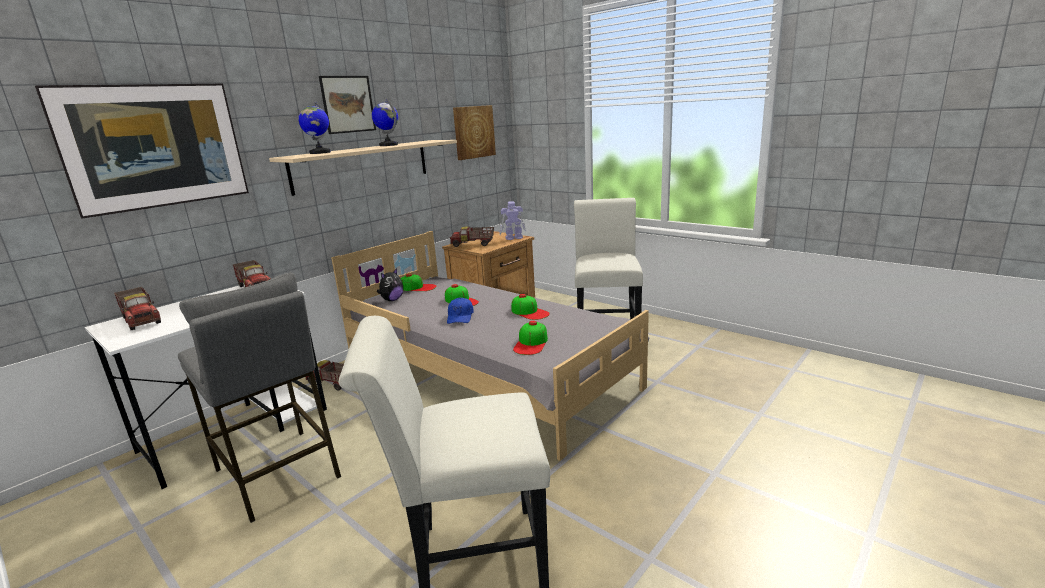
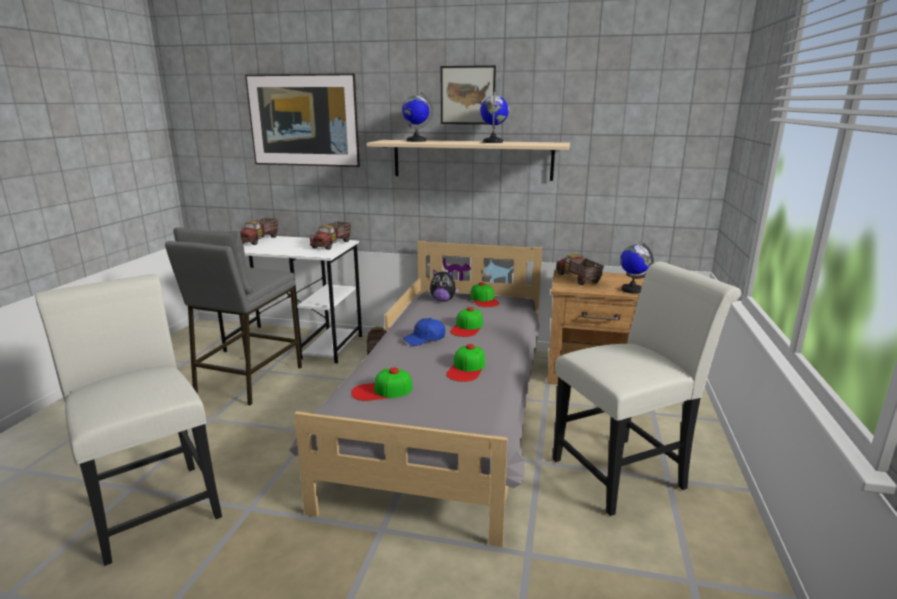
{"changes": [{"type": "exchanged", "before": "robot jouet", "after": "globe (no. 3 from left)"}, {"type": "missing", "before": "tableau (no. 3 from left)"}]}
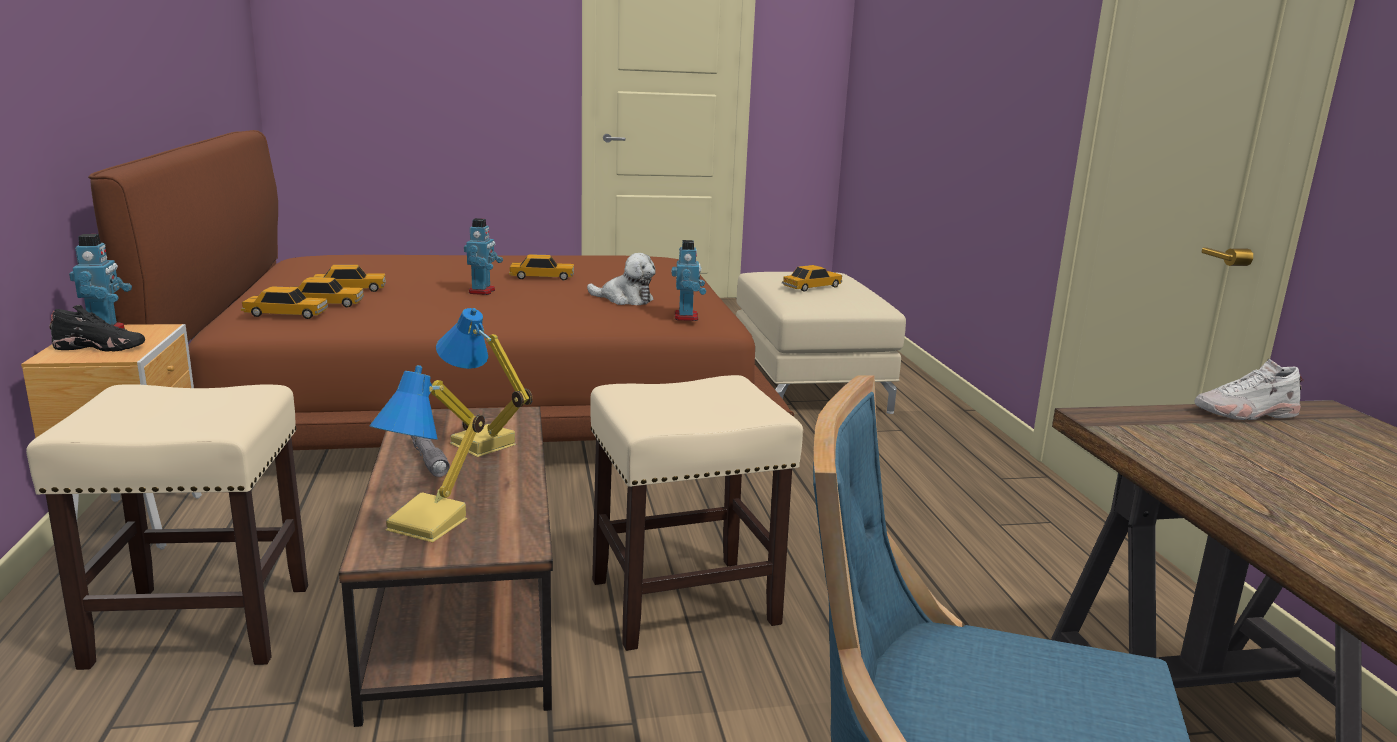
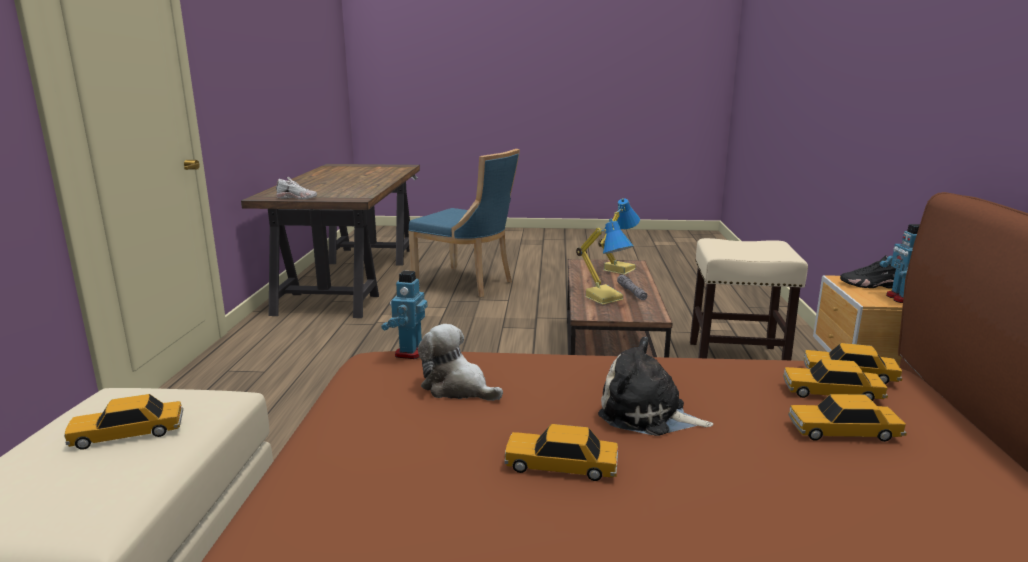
{"changes": [{"type": "exchanged", "before": "robot jouet (no. 2 from left)", "after": "peluche (no. 2 from left)"}, {"type": "missing", "before": "tabouret (beige) (no. 2 from left)"}]}
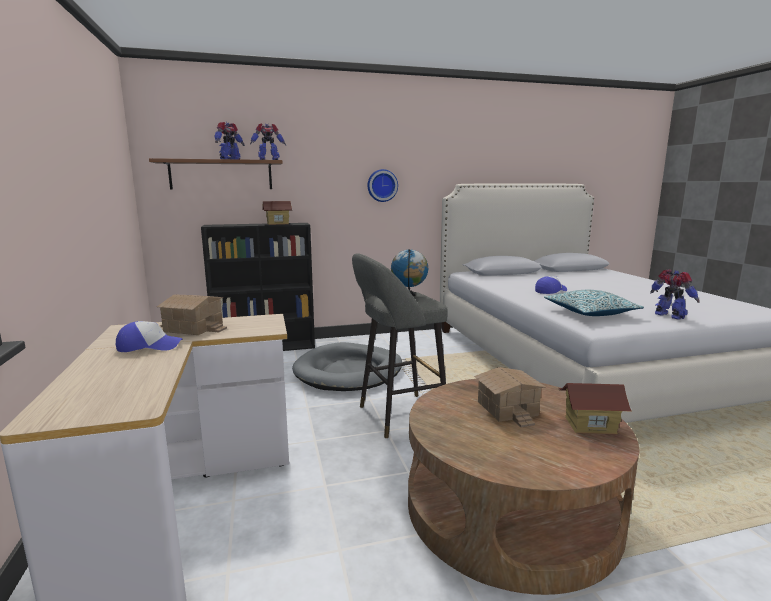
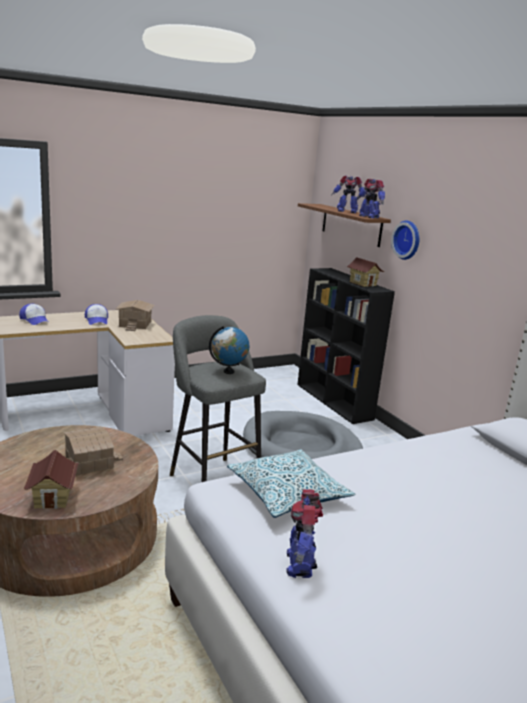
{"changes": [{"type": "relocated", "before": "casquette (no. 2 from left in the first image)", "after": "casquette (no. 1 from left)"}, {"type": "spun", "before": "robot jouet (no. 3 from left in the first image)", "turn": 135}, {"type": "relocated", "before": "horloge murale"}]}
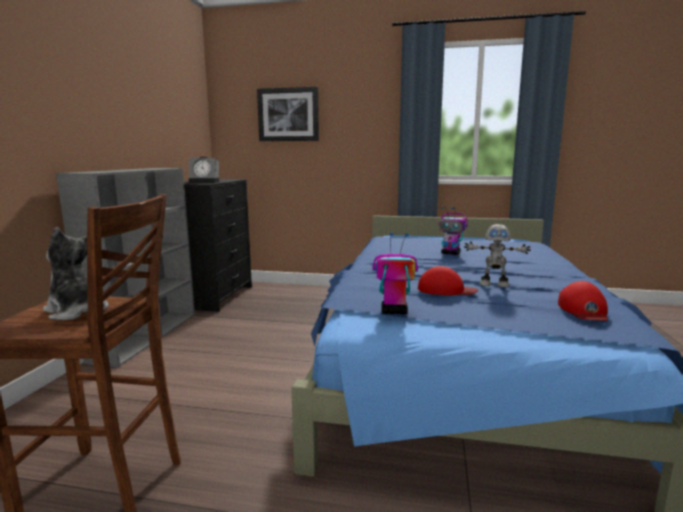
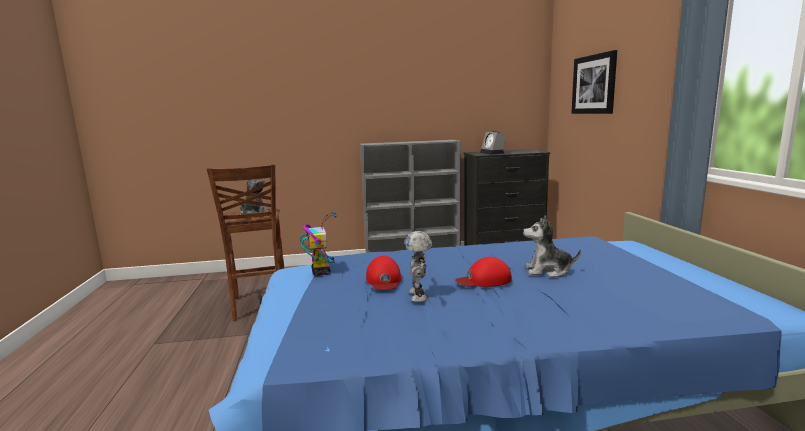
{"changes": [{"type": "relocated", "before": "casquette (rouge) (no. 2 from left)"}, {"type": "exchanged", "before": "robot jouet (no. 2 from left)", "after": "peluche (no. 2 from left)"}]}
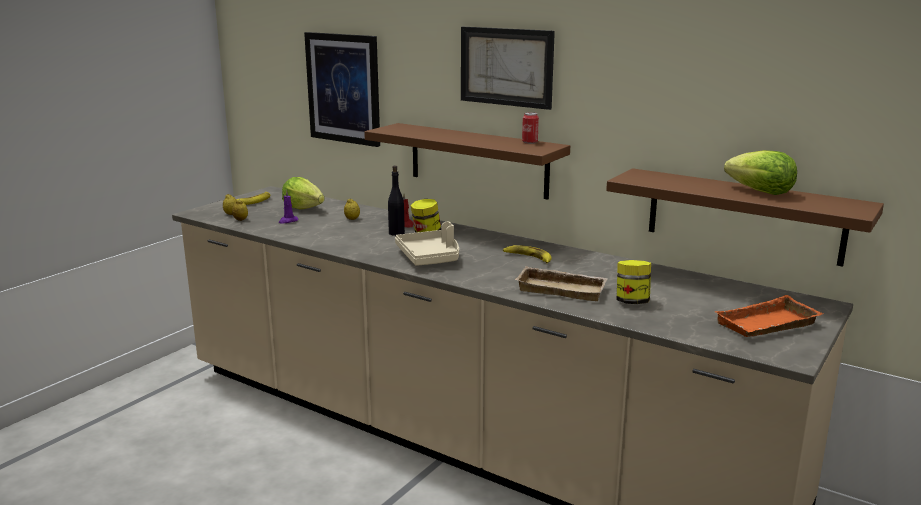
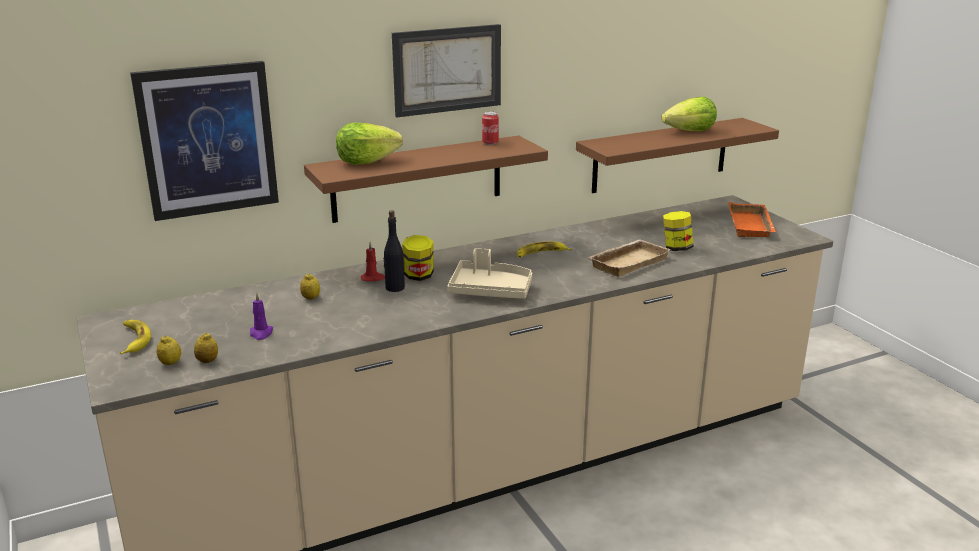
{"changes": [{"type": "relocated", "before": "laitue (no. 1 from left)"}]}
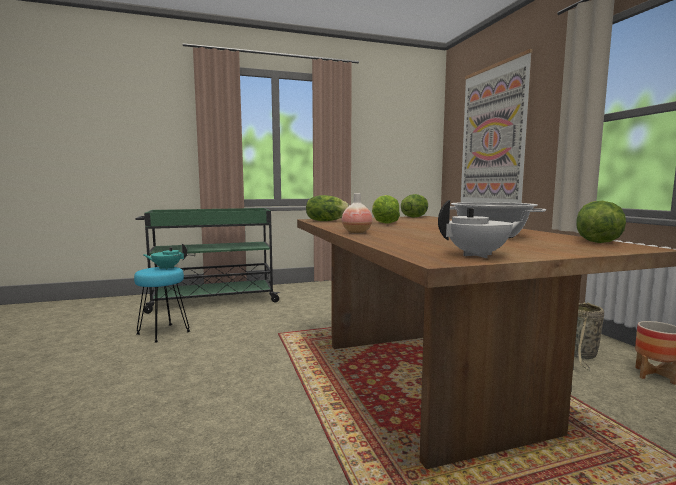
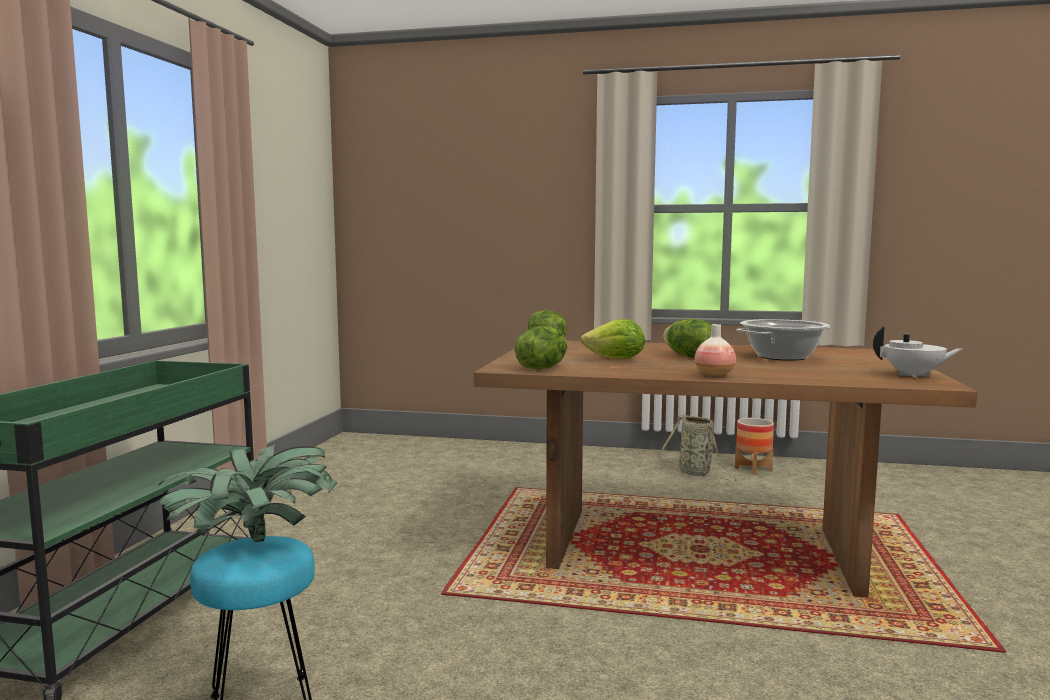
{"changes": [{"type": "exchanged", "before": "théière (turquoise)", "after": "plante en pot"}, {"type": "relocated", "before": "laitue (no. 4 from left)"}, {"type": "spun", "before": "théière (blanc)", "turn": 90}, {"type": "missing", "before": "tableau"}]}
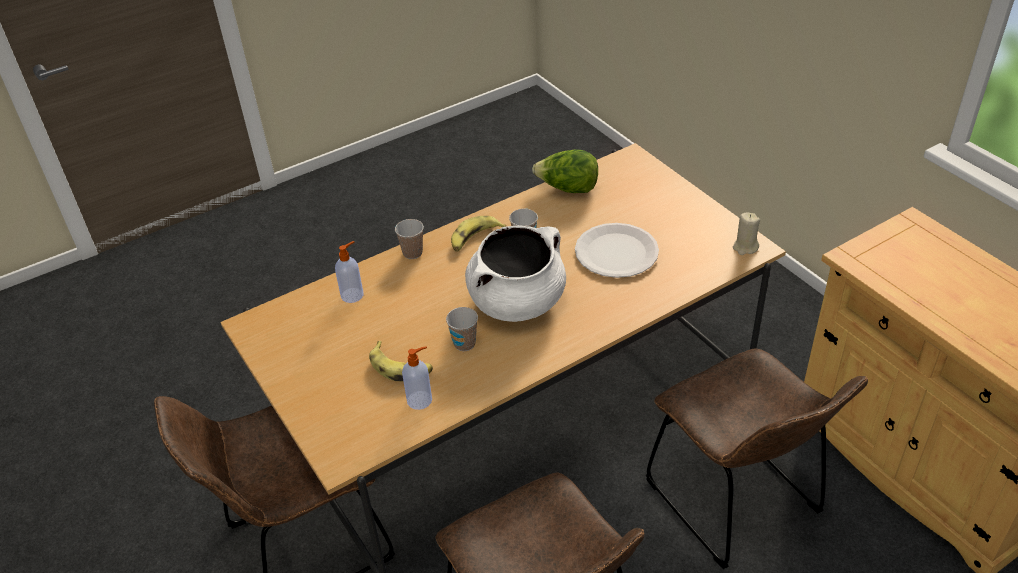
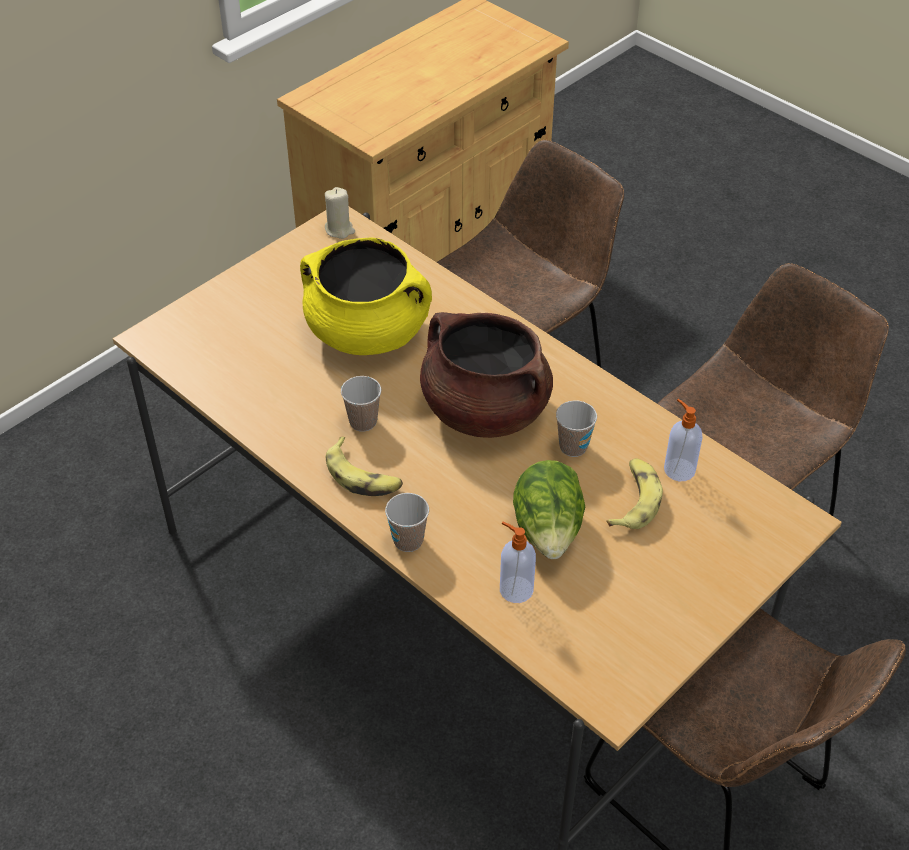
{"changes": [{"type": "exchanged", "before": "assiette (blanc)", "after": "marmite (jaune)"}, {"type": "colour", "before": "marmite (blanc)", "after": "marmite (marron)"}, {"type": "relocated", "before": "laitue"}]}
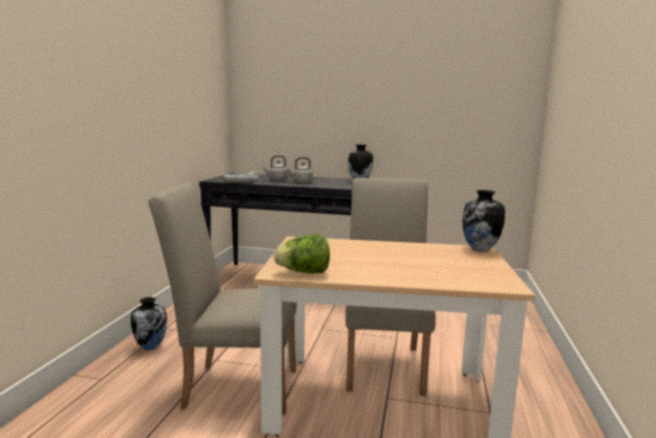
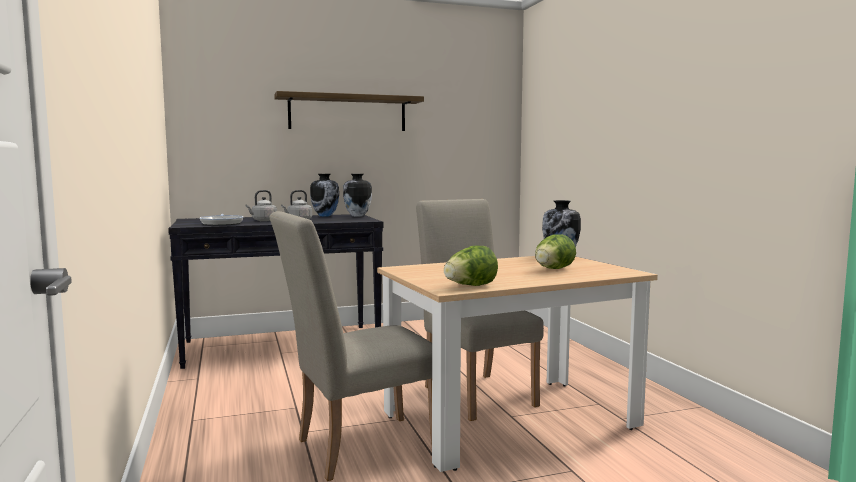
{"changes": [{"type": "appeared", "after": "étagère"}, {"type": "relocated", "before": "vase (no. 1 from left)"}, {"type": "appeared", "after": "laitue (no. 2 from left)"}]}
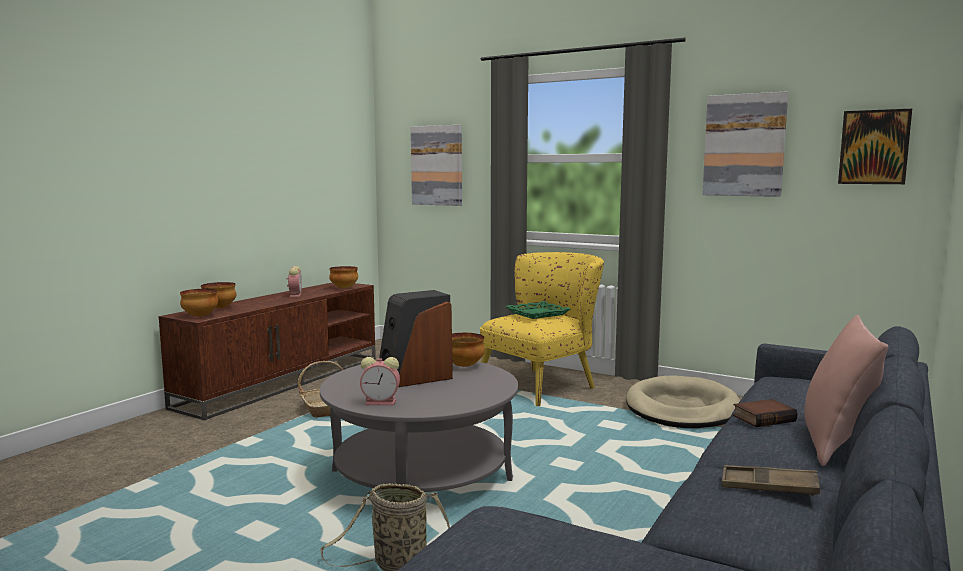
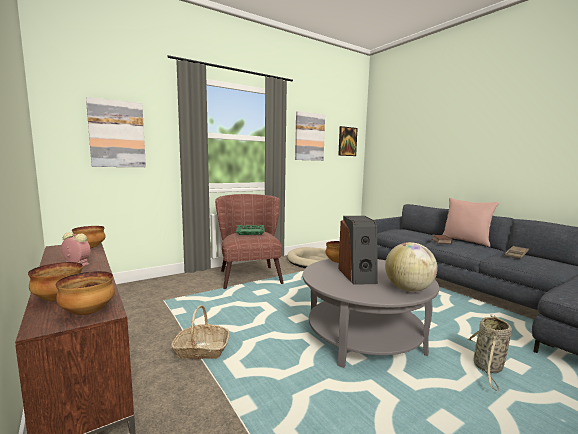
{"changes": [{"type": "colour", "before": "fauteuil (jaune)", "after": "fauteuil (marron)"}, {"type": "exchanged", "before": "réveil (no. 2 from left)", "after": "globe"}]}
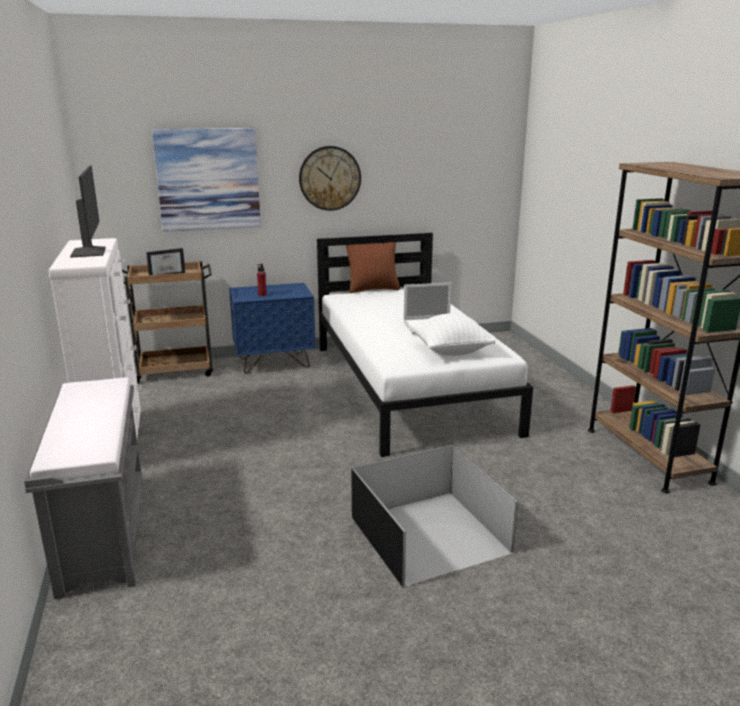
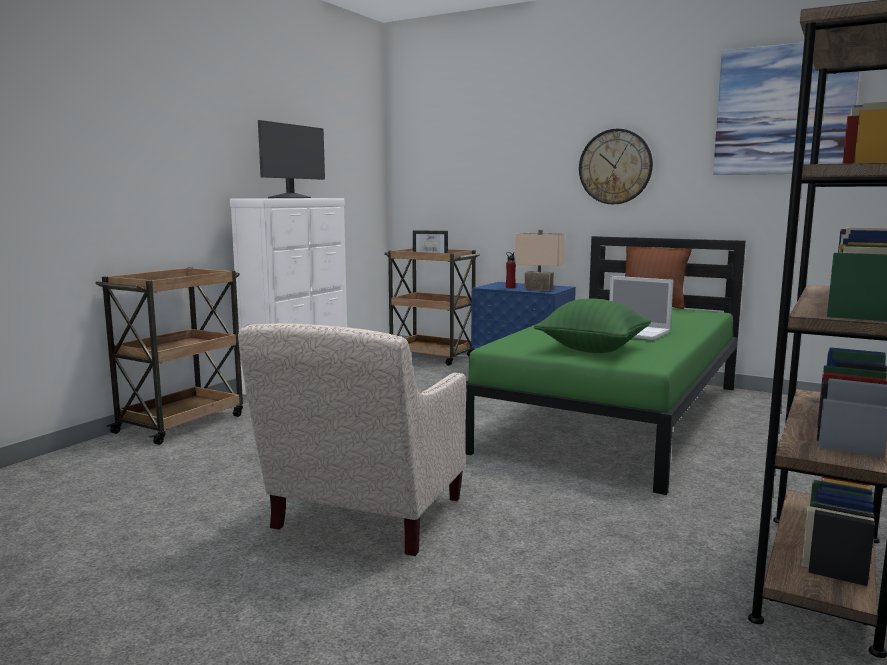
{"changes": [{"type": "exchanged", "before": "banc (gris)", "after": "chariot (marron) (no. 1 from left)"}, {"type": "exchanged", "before": "boîte de rangement (noir)", "after": "fauteuil (beige)"}, {"type": "colour", "before": "lit (blanc)", "after": "lit (vert)"}, {"type": "appeared", "after": "lampe de table (beige)"}, {"type": "colour", "before": "coussin (blanc)", "after": "coussin (vert)"}, {"type": "relocated", "before": "tableau"}]}
